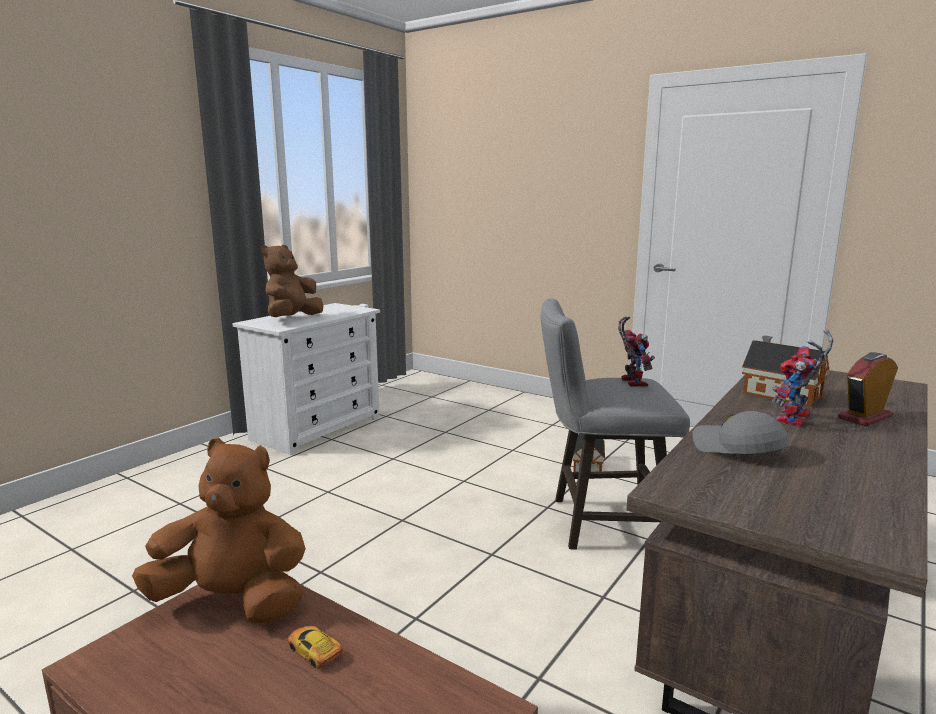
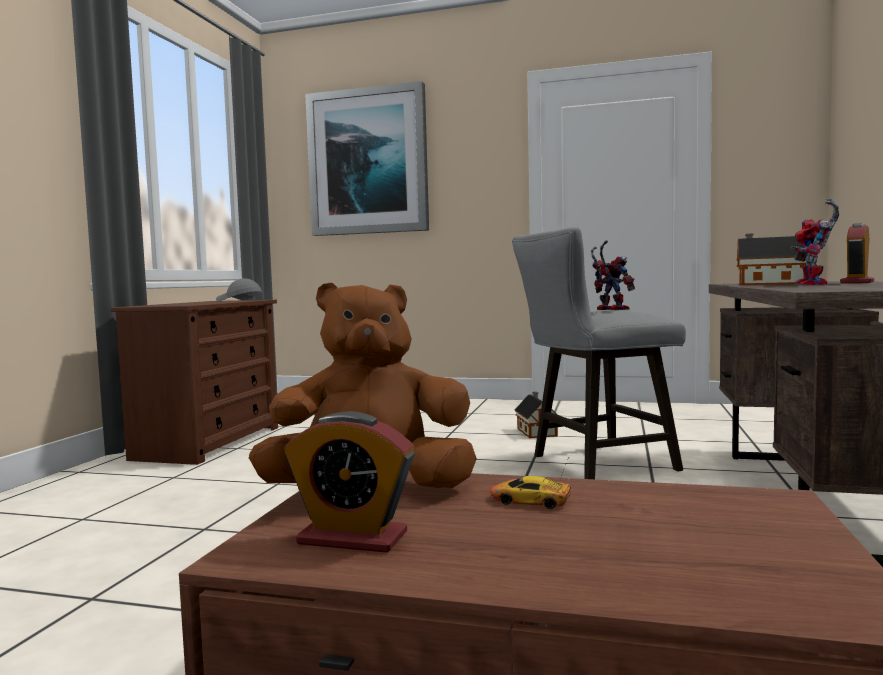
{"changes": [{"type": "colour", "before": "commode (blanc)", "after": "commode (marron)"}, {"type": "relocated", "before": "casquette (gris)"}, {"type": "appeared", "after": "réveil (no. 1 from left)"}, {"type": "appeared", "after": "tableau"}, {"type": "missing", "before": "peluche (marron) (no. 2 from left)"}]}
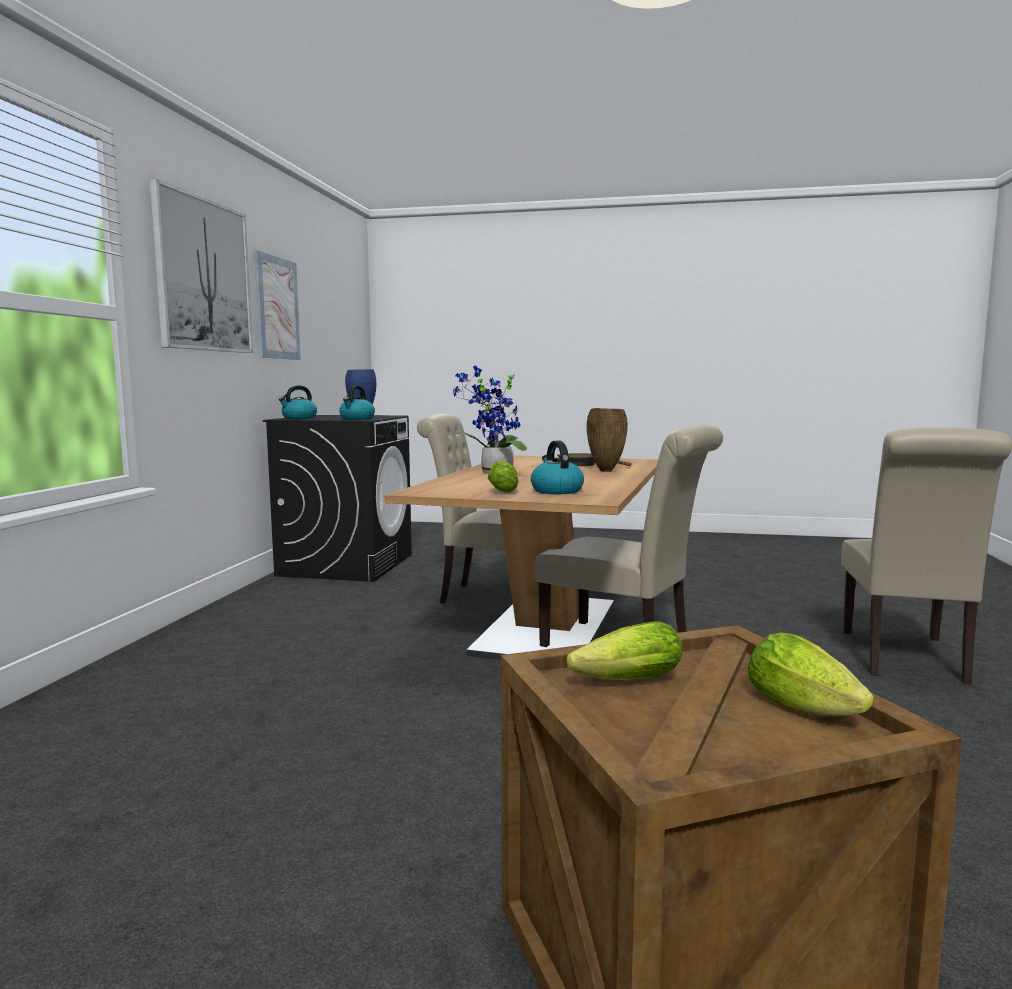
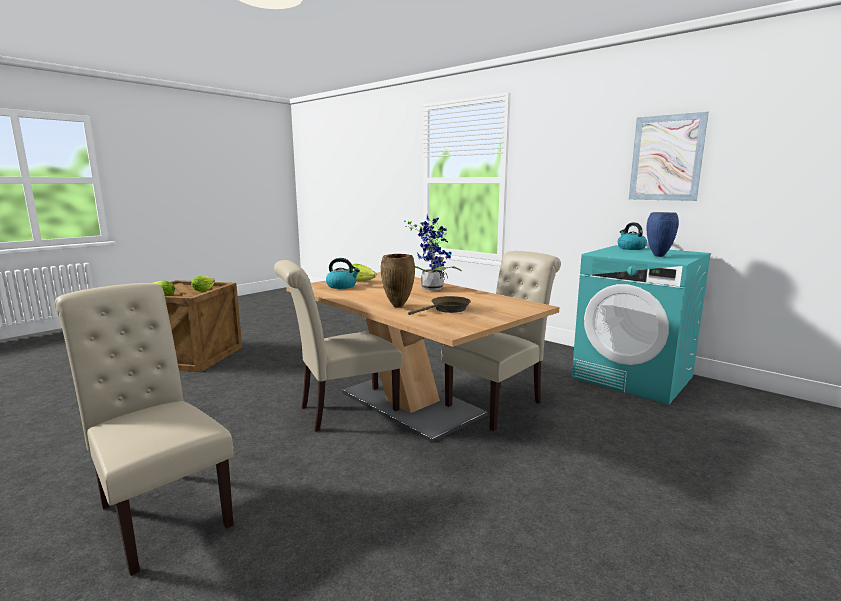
{"changes": [{"type": "colour", "before": "lave-linge (noir)", "after": "lave-linge (turquoise)"}, {"type": "missing", "before": "tableau (no. 1 from left)"}, {"type": "missing", "before": "bouilloire (no. 2 from left)"}]}
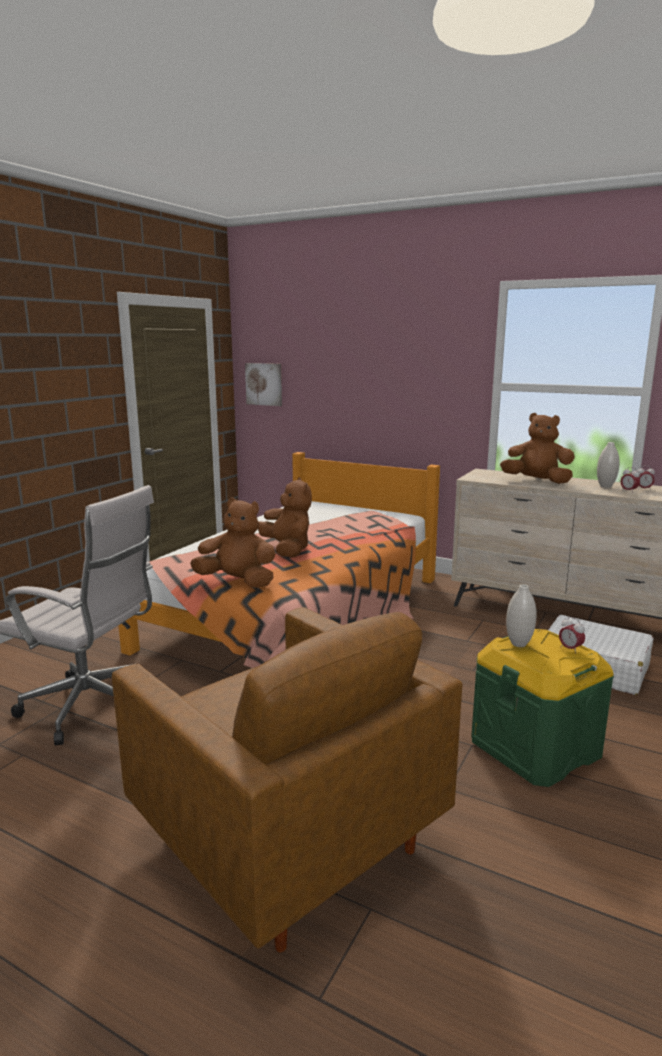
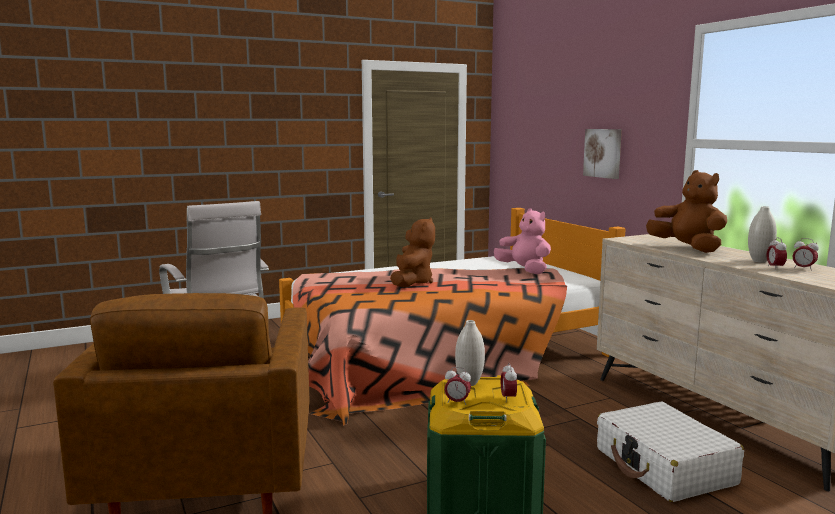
{"changes": [{"type": "appeared", "after": "réveil (no. 1 from left)"}, {"type": "appeared", "after": "peluche (rose)"}, {"type": "relocated", "before": "tableau"}, {"type": "missing", "before": "peluche (marron) (no. 1 from left)"}]}
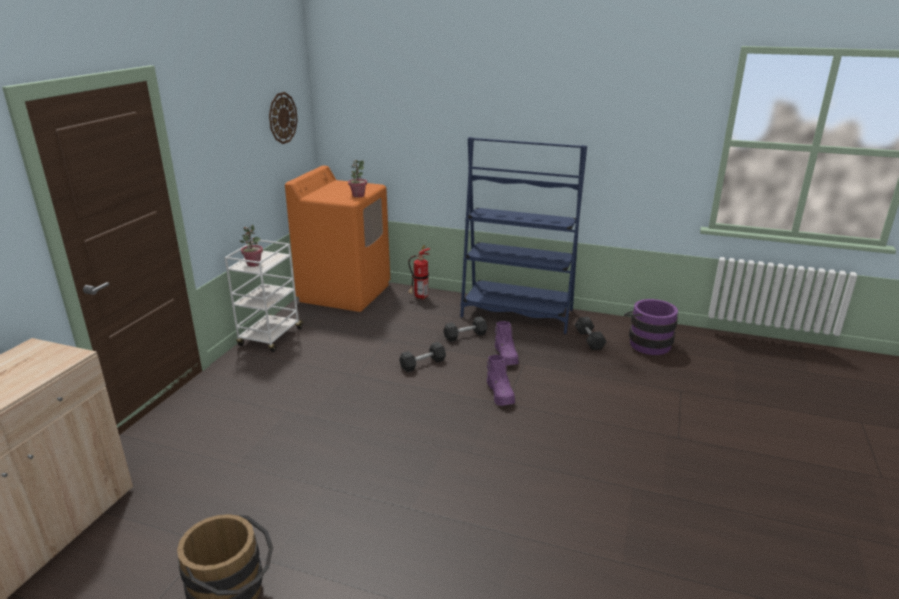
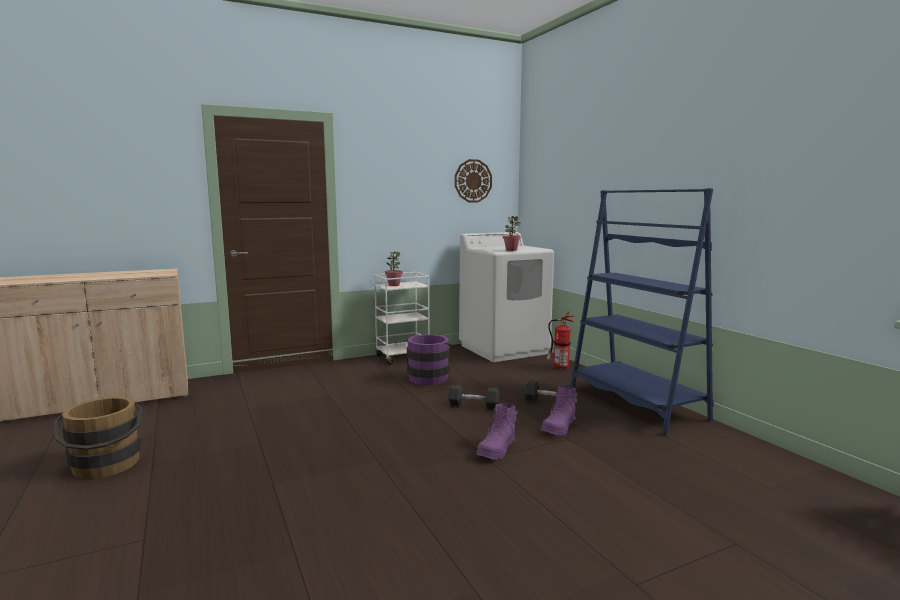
{"changes": [{"type": "relocated", "before": "seau (violet)"}, {"type": "colour", "before": "lave-linge (orange)", "after": "lave-linge (blanc)"}, {"type": "missing", "before": "haltère (gris) (no. 3 from left)"}]}
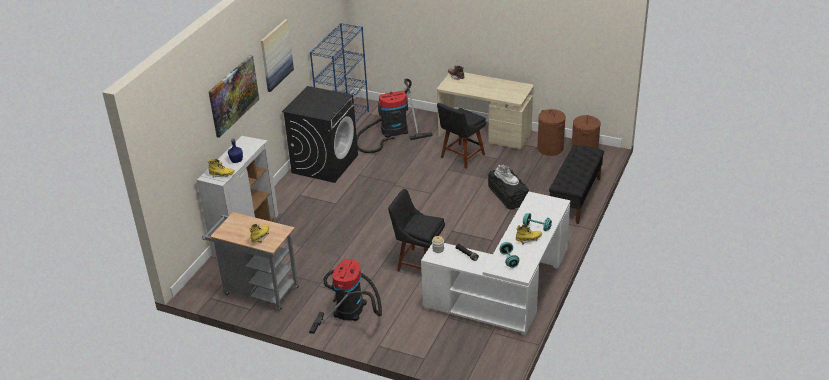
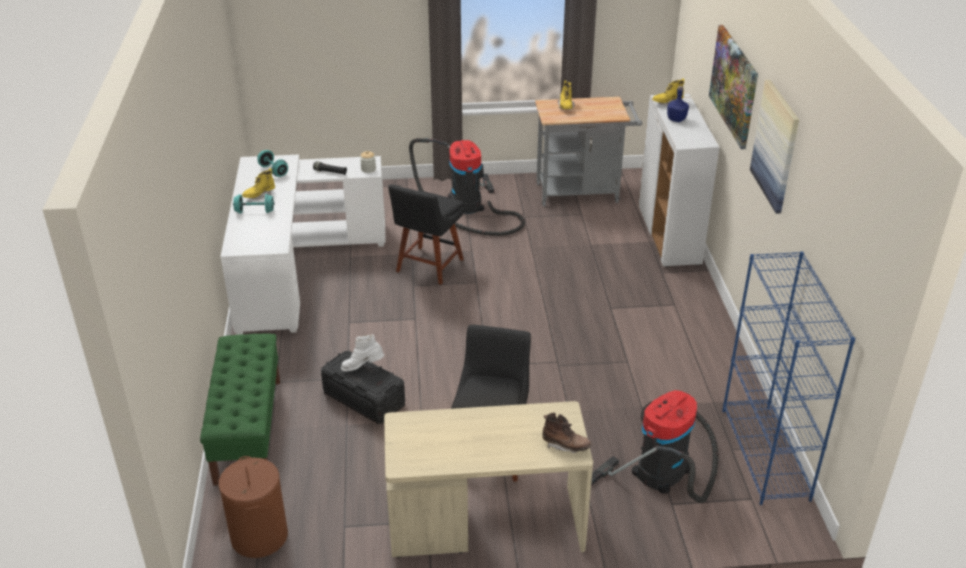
{"changes": [{"type": "colour", "before": "banc (noir)", "after": "banc (vert)"}, {"type": "spun", "before": "chaise (noir) (no. 1 from left)", "turn": 120}, {"type": "missing", "before": "lave-linge (noir)"}, {"type": "missing", "before": "panier à linge (marron) (no. 1 from left)"}]}
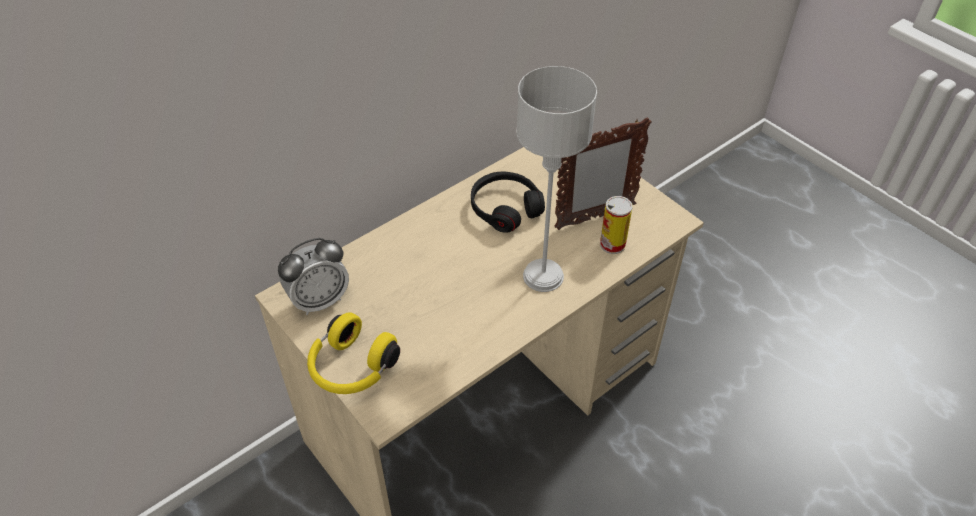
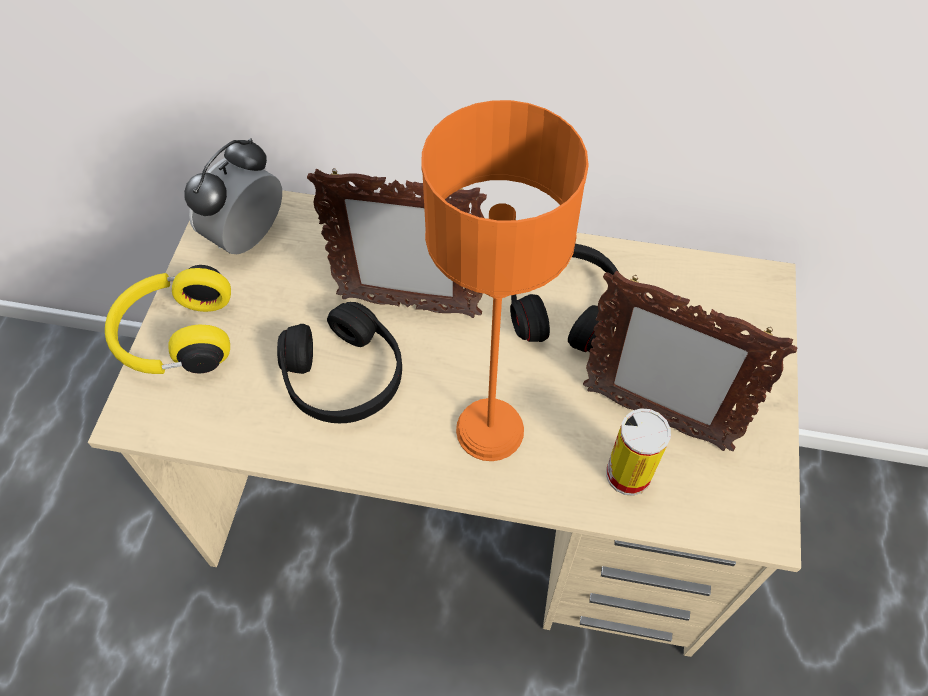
{"changes": [{"type": "spun", "before": "réveil", "turn": 105}, {"type": "appeared", "after": "casque audio (noir) (no. 1 from left)"}, {"type": "appeared", "after": "cadre photo (no. 1 from left)"}, {"type": "colour", "before": "lampe de table (gris)", "after": "lampe de table (orange)"}]}
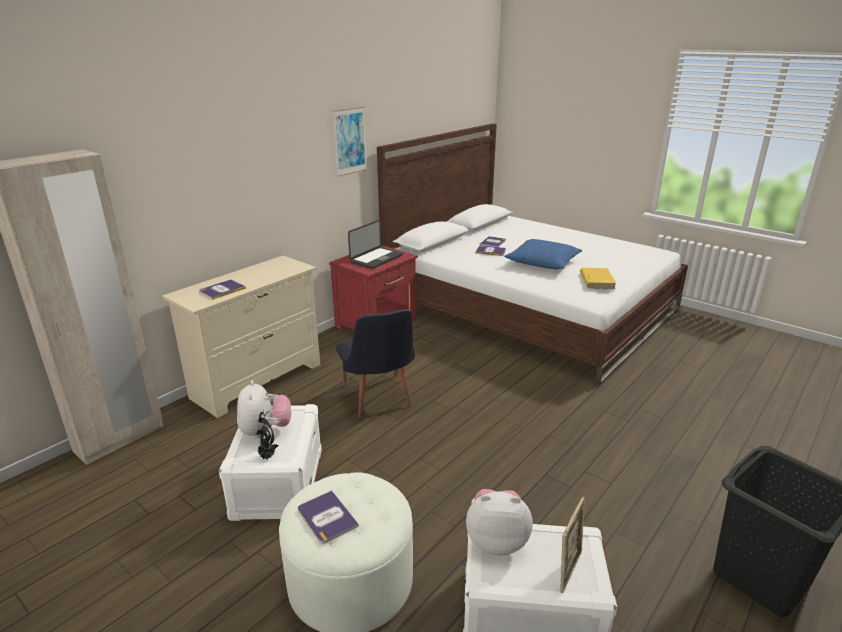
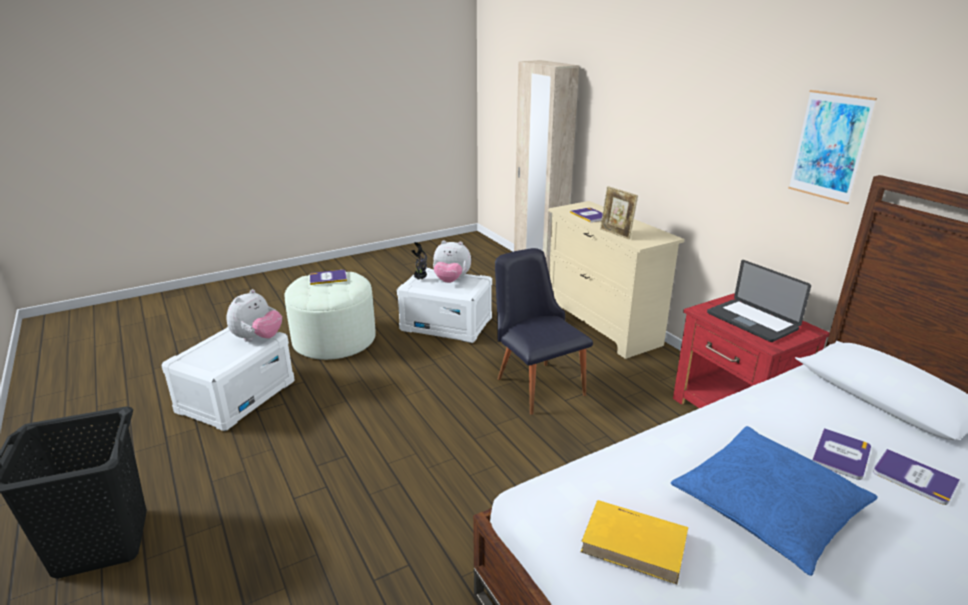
{"changes": [{"type": "spun", "before": "chaise (noir)", "turn": 60}, {"type": "relocated", "before": "cadre photo"}]}
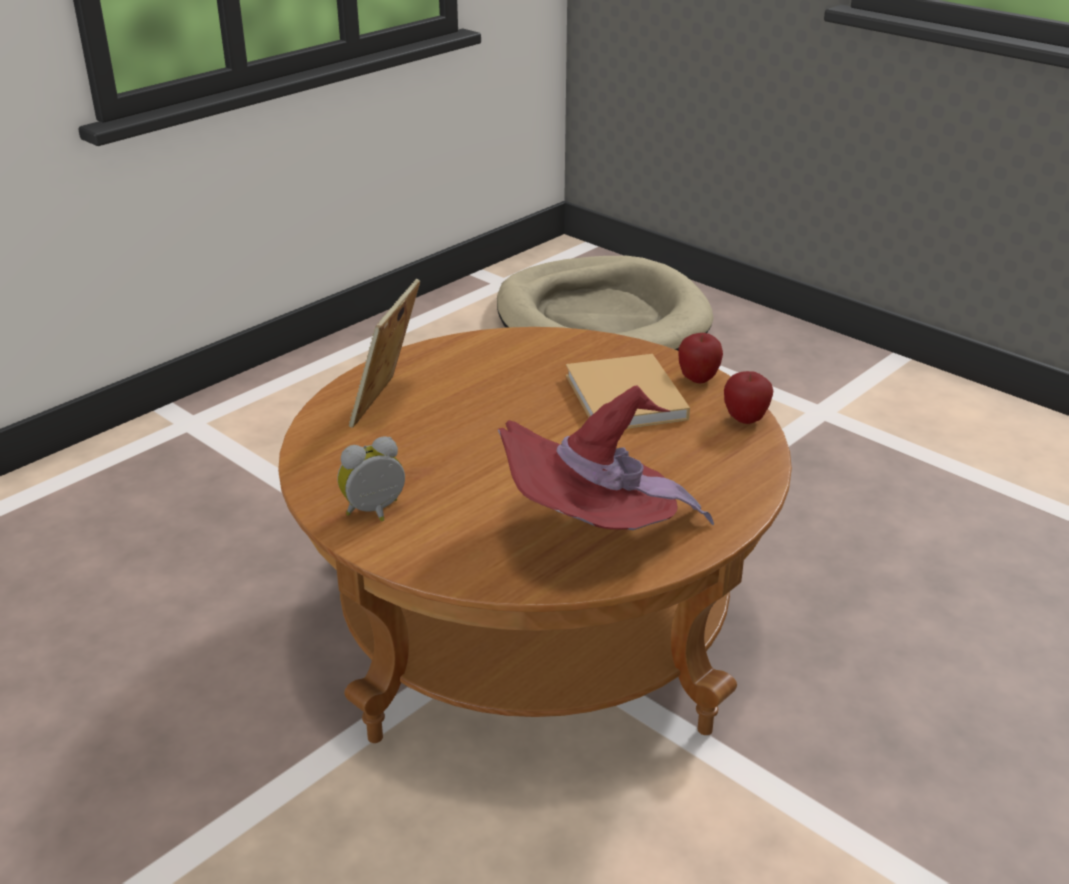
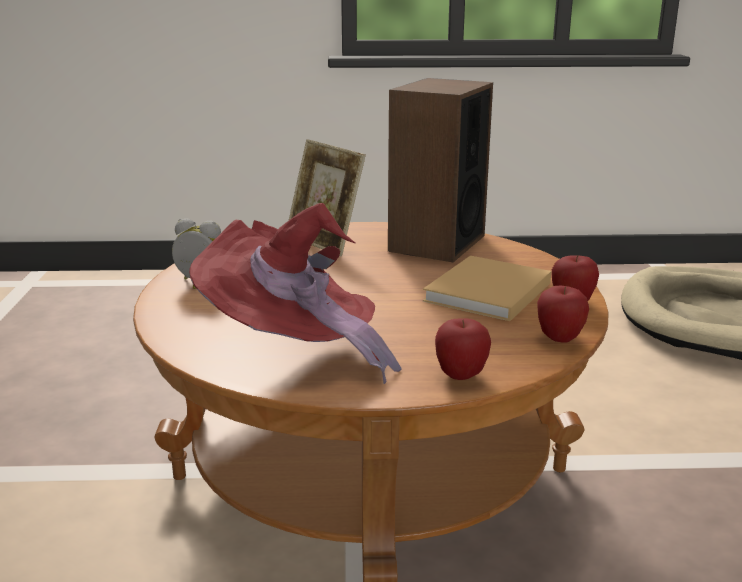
{"changes": [{"type": "spun", "before": "cadre photo", "turn": -105}, {"type": "appeared", "after": "enceinte"}, {"type": "appeared", "after": "pomme (no. 1 from left)"}]}
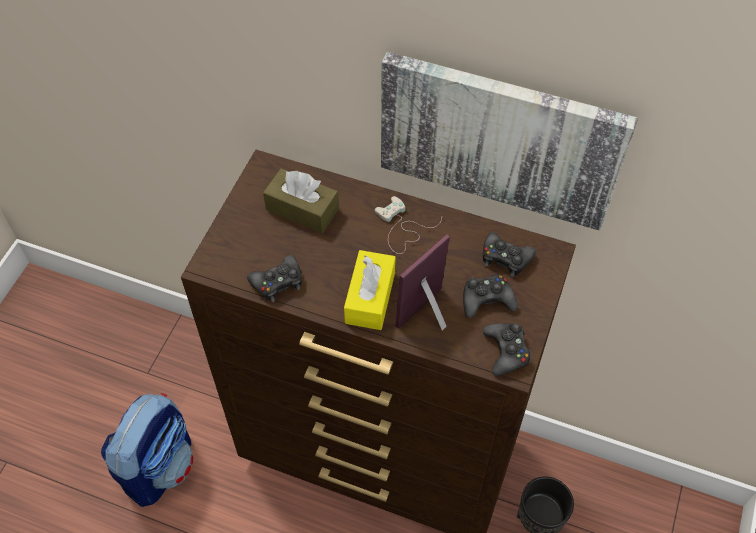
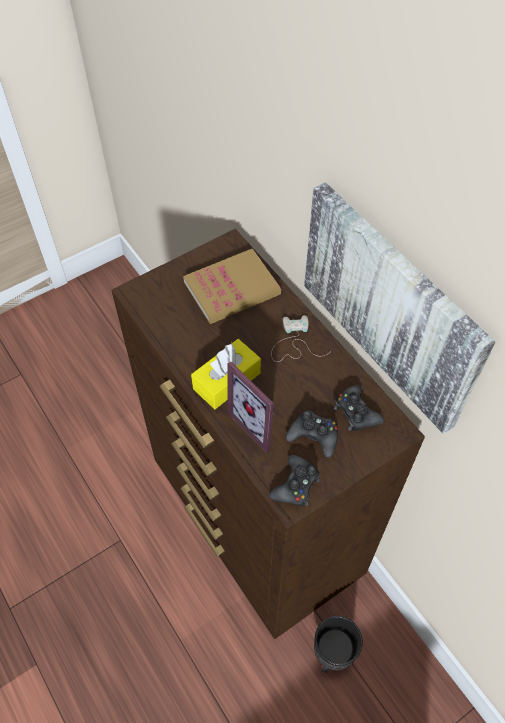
{"changes": [{"type": "exchanged", "before": "boîte à mouchoirs (marron)", "after": "livre"}, {"type": "spun", "before": "cadre photo", "turn": -120}, {"type": "missing", "before": "sac à dos"}, {"type": "missing", "before": "manette (noir) (no. 1 from left)"}]}
